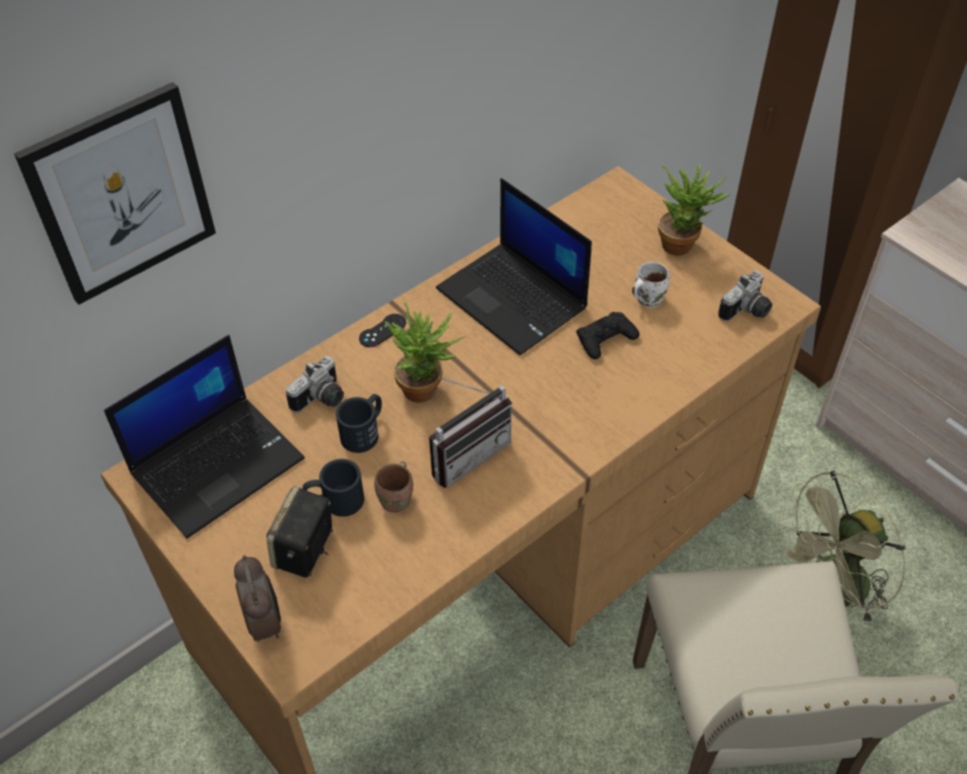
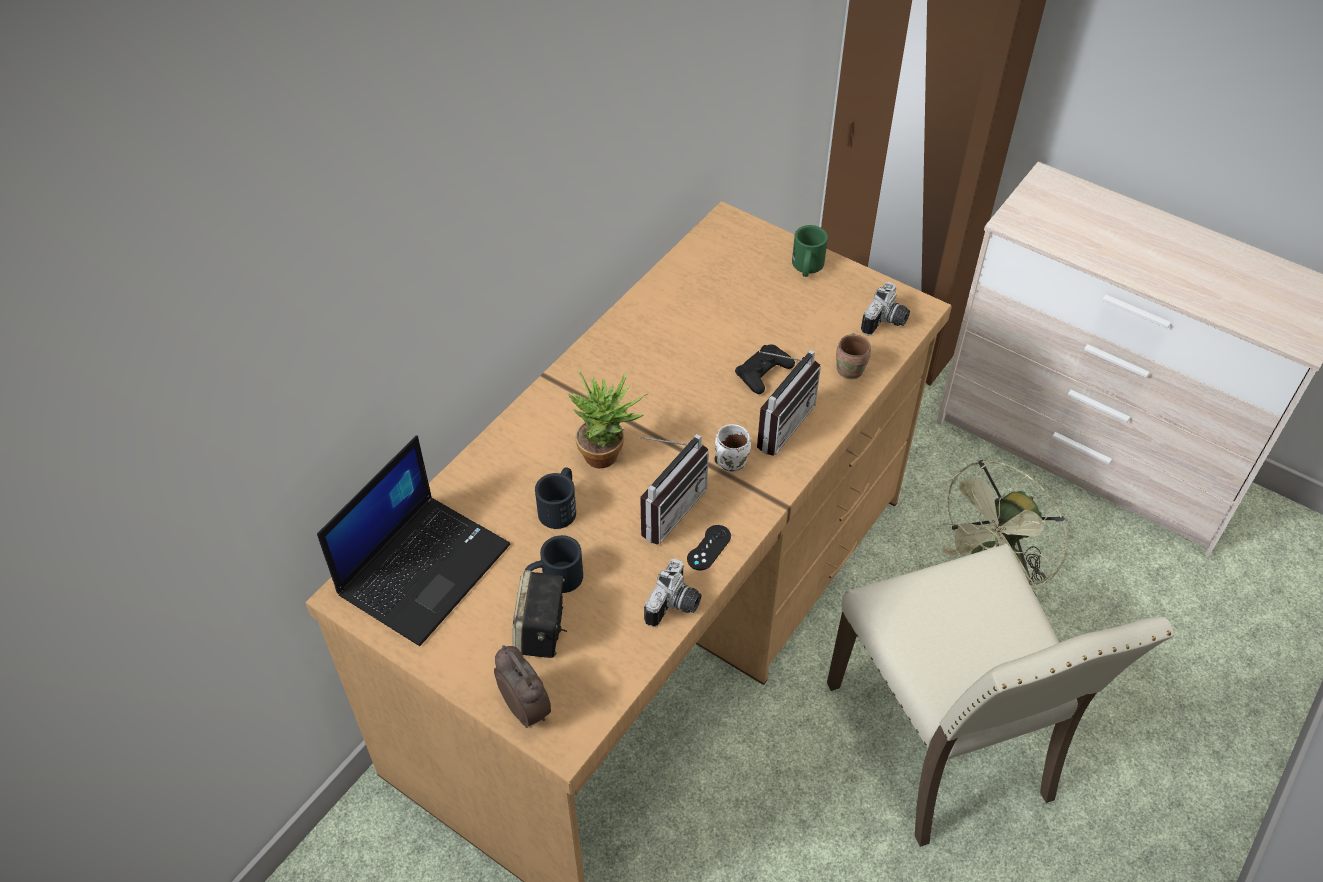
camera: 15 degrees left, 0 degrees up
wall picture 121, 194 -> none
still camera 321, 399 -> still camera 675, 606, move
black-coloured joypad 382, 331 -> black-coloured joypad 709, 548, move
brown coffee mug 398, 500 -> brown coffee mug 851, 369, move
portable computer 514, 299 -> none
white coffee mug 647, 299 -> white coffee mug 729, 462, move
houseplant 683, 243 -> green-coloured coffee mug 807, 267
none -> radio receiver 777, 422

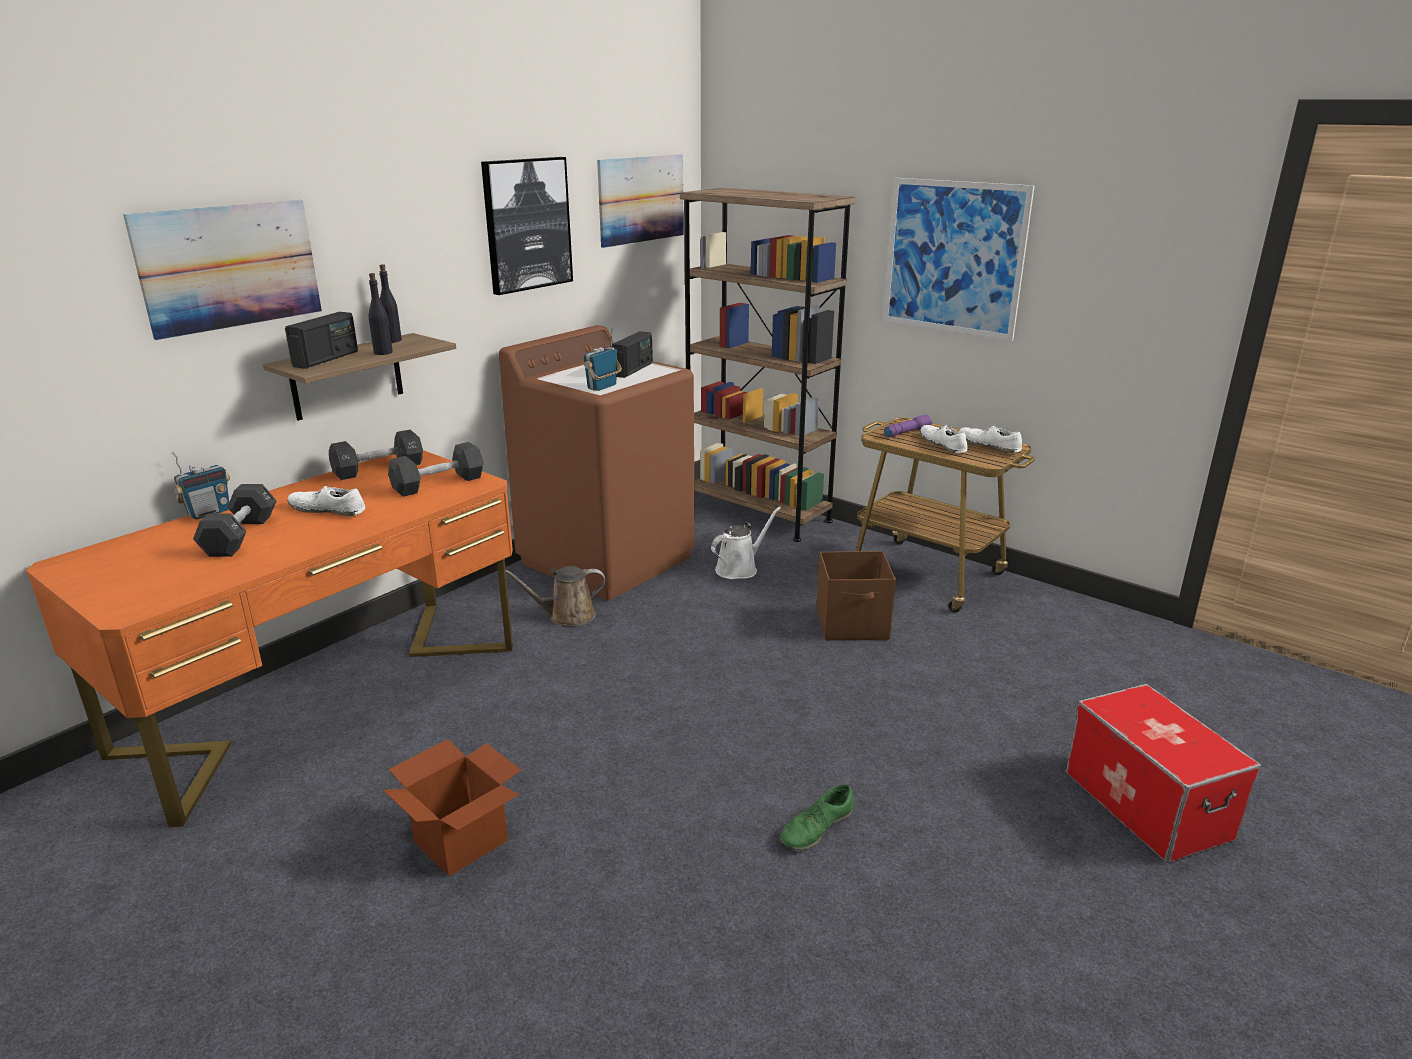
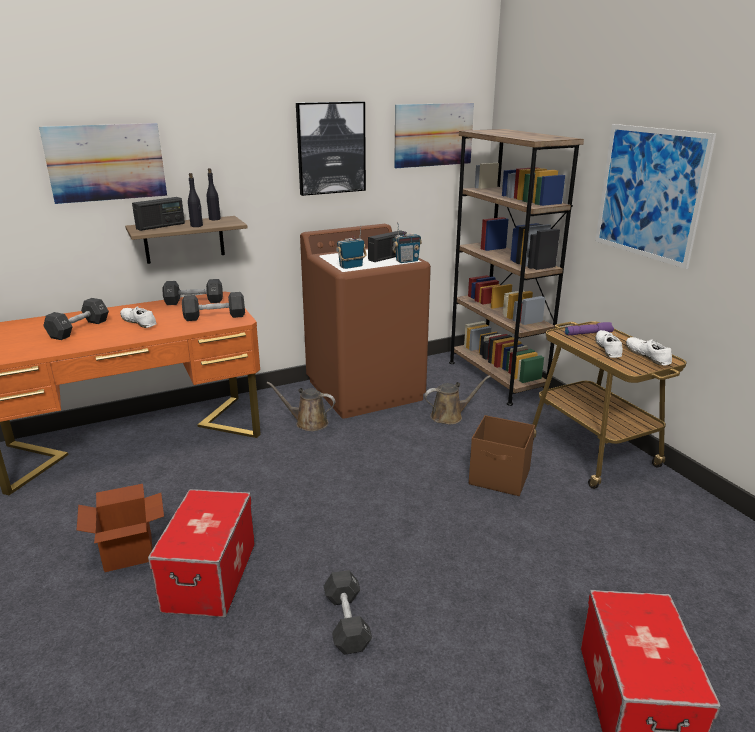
camera: 25 degrees right, 0 degrees up
radio receiver 209, 513 -> radio receiver 407, 261, move
white watering pot 739, 568 -> brown watering pot 449, 416
green-coloured item of footwear 816, 827 -> black-coloured dumbbell 347, 622
none -> storage container 209, 576

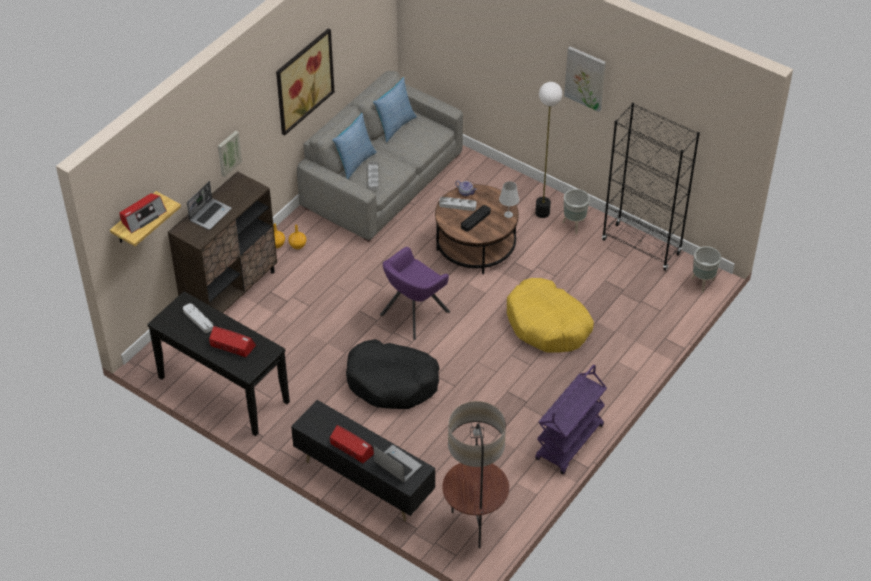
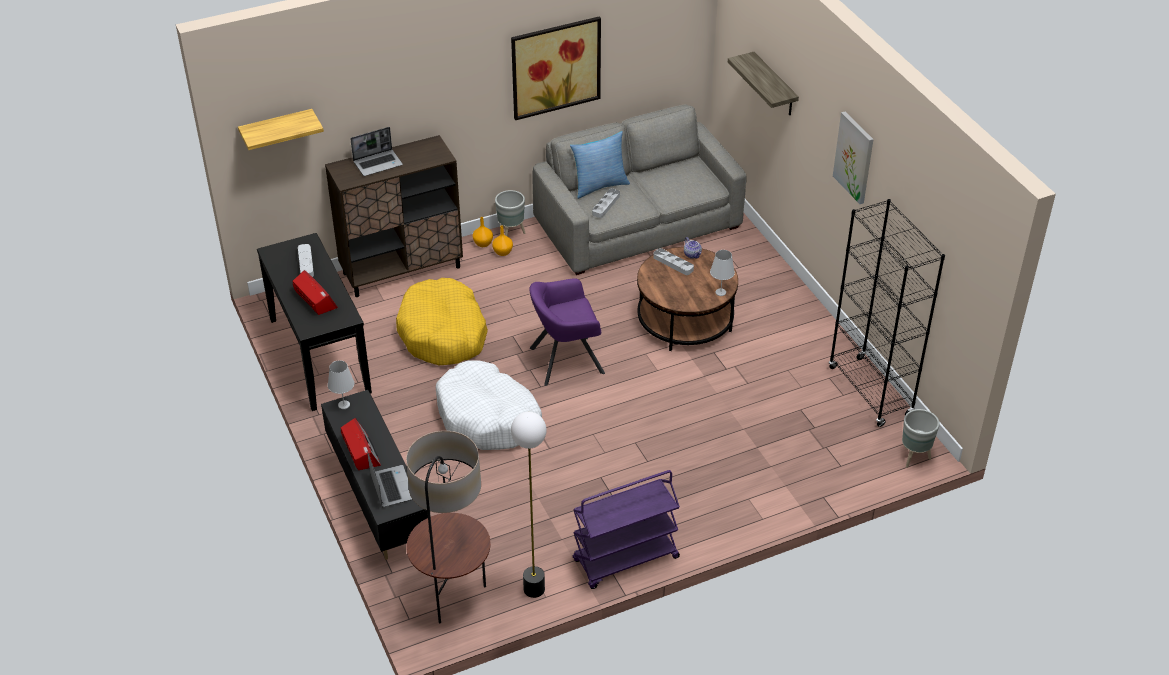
camera: 30 degrees right, 5 degrees down
radio receiver 143, 217 -> none
wall picture 228, 153 -> none
black-coloured dog bed 392, 382 -> white dog bed 488, 417
pillow 395, 126 -> none
black-coloured tray 475, 220 -> none
yellow-coloured dog bed 548, 324 -> yellow-coloured dog bed 443, 333, move
standing lamp 542, 212 -> standing lamp 534, 589, move
gray plant pot 574, 225 -> gray plant pot 511, 234, move
none -> white lamp for a table 344, 405
none -> shelf 774, 85

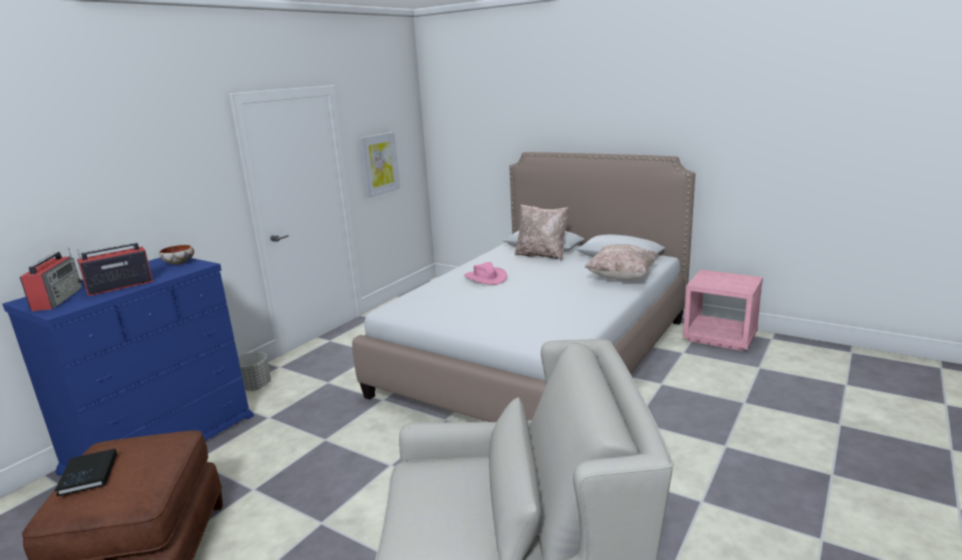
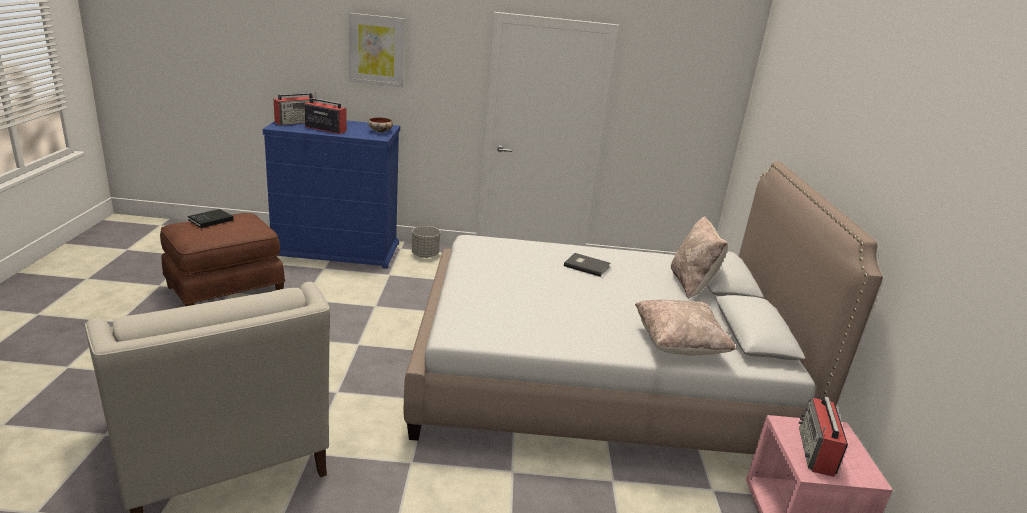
camera: 55 degrees right, 5 degrees up
wall picture 379, 164 -> wall picture 376, 50, move
pink-coloured clothing hat 485, 278 -> gray bound book 586, 265
none -> radio receiver 816, 452

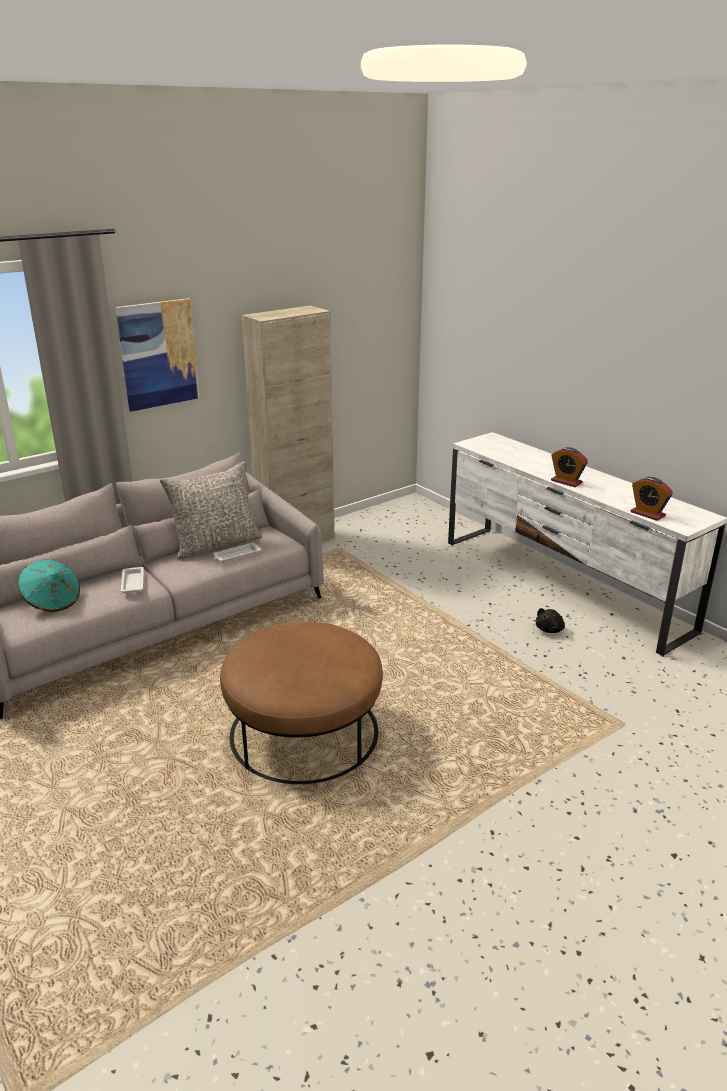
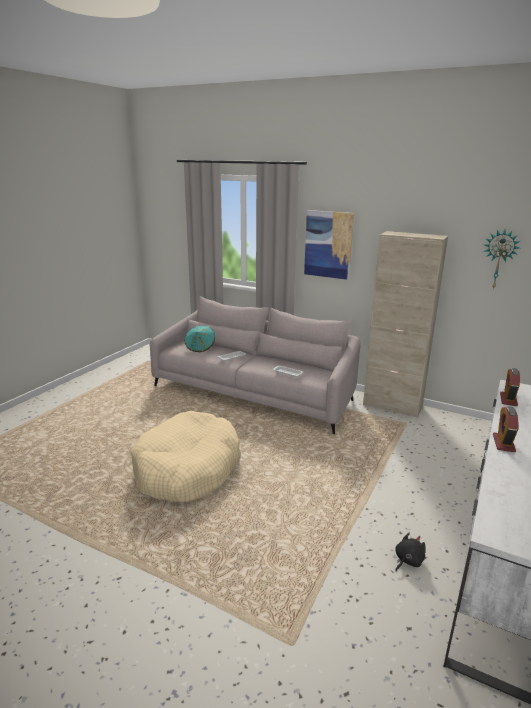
camera: 65 degrees right, 5 degrees down
gray pillow 216, 544 -> none
brown ottoman 304, 732 -> beige-coloured dog bed 187, 469
black-coloured cuddly toy 550, 629 -> black-coloured cuddly toy 407, 560, 120 degrees clockwise
bedside clock 647, 514 -> bedside clock 508, 399, move
none -> hanging clock 499, 259

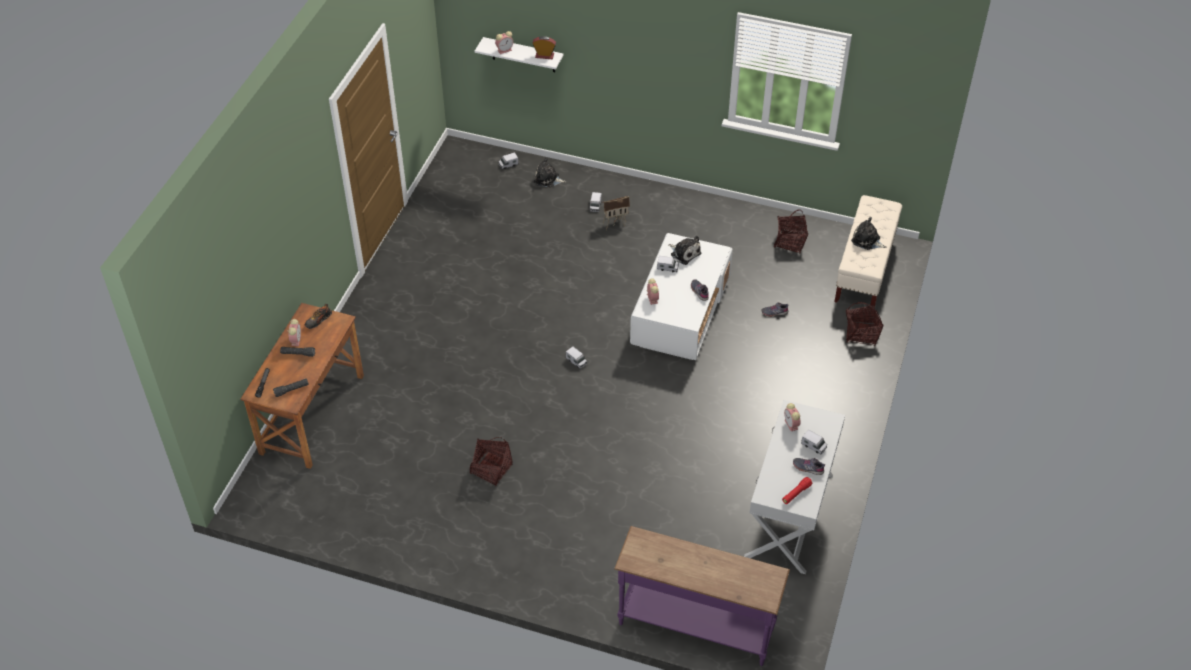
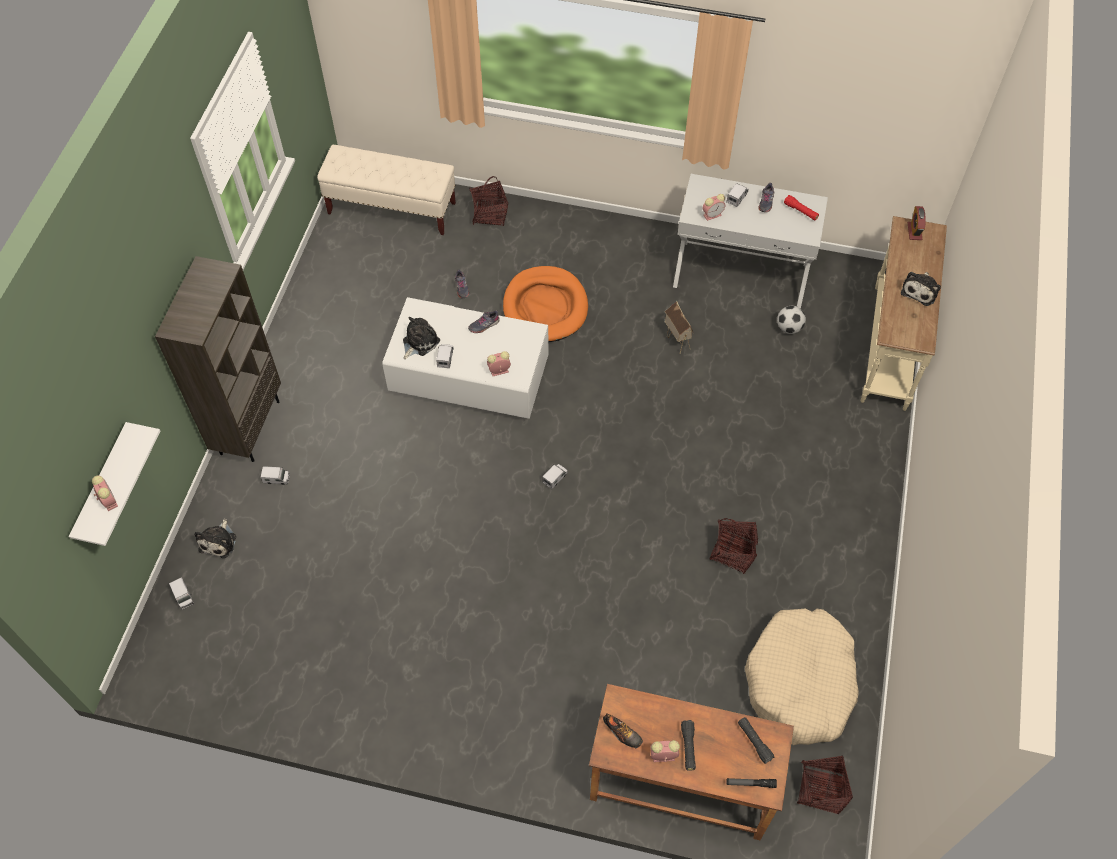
camera: 95 degrees left, 10 degrees up
bedside clock 544, 56 -> bedside clock 914, 231, move
toy house 615, 223 -> toy house 676, 341, move
purplish console table 696, 625 -> beige-coloured console table 888, 346
household basket 790, 242 -> household basket 820, 788, move
cuddly toy 867, 241 -> cuddly toy 920, 290, move
none -> brown bookcase 249, 426
none -> orange dog bed 545, 307
none -> beige-coloured dog bed 800, 682
none -> football 789, 328

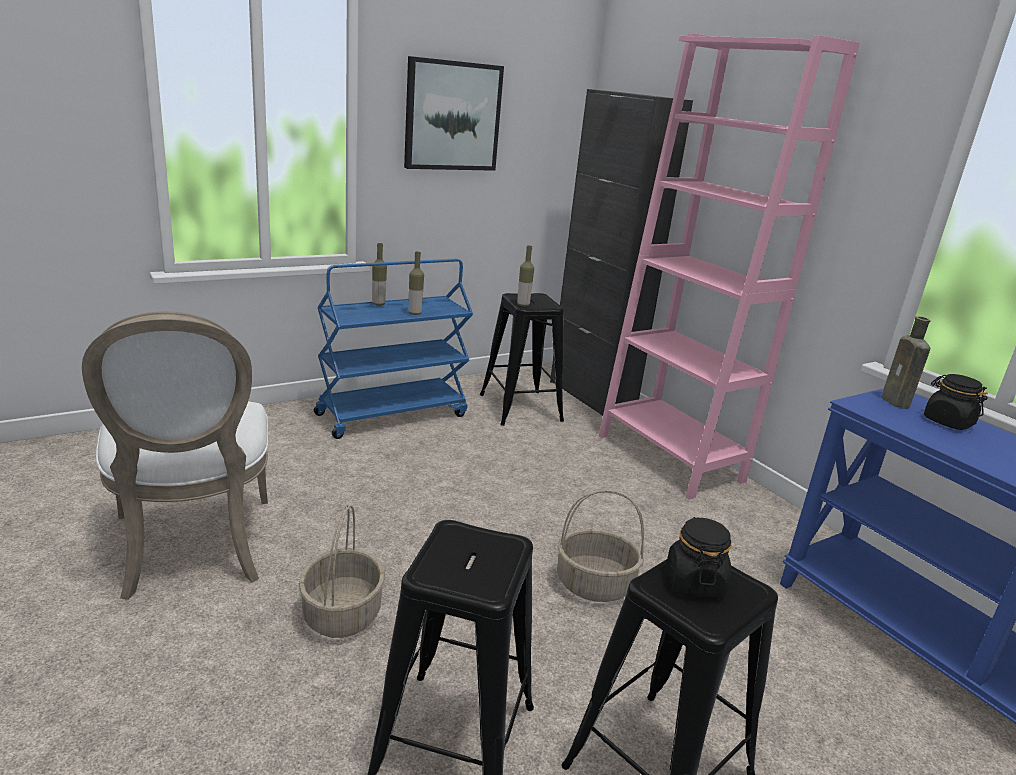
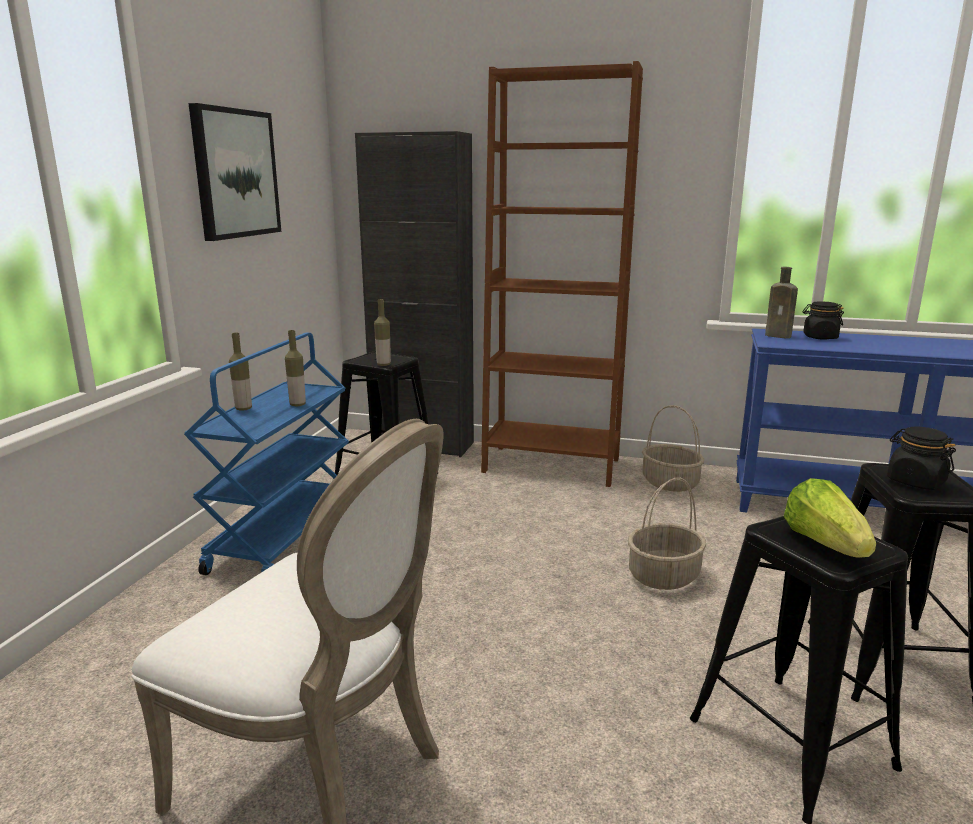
camera: 40 degrees left, 5 degrees down
household basket 341, 613 -> household basket 669, 483, move
pink-coloured bookcase 669, 458 -> brown bookcase 551, 465
none -> lettuce head 825, 544

